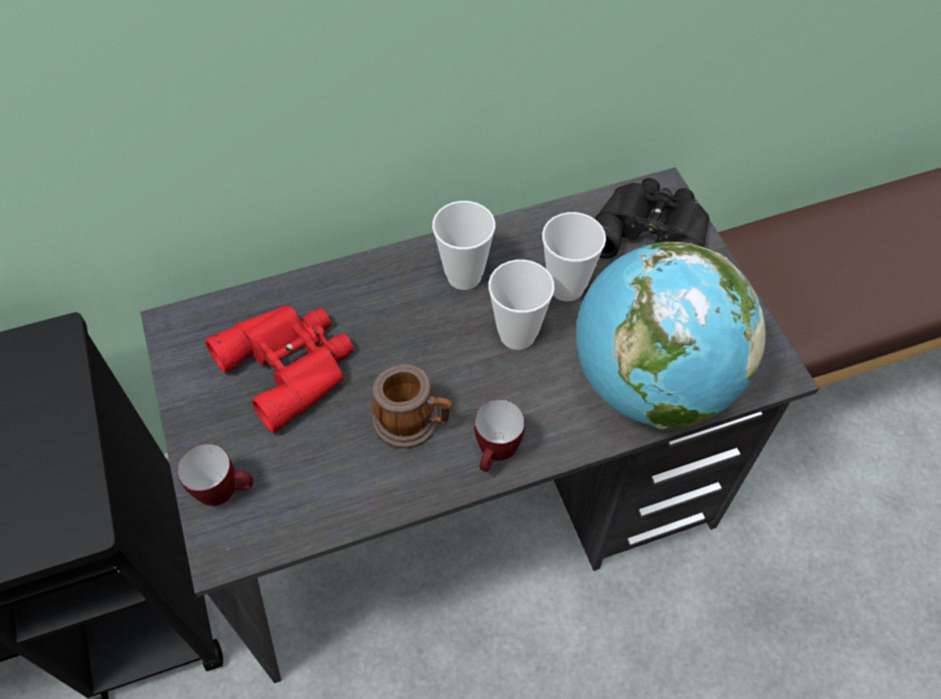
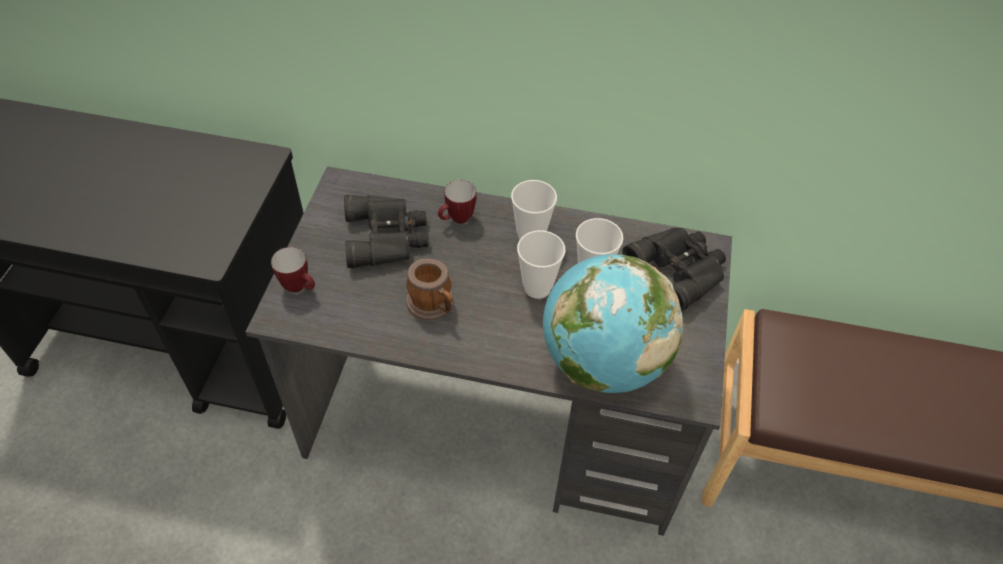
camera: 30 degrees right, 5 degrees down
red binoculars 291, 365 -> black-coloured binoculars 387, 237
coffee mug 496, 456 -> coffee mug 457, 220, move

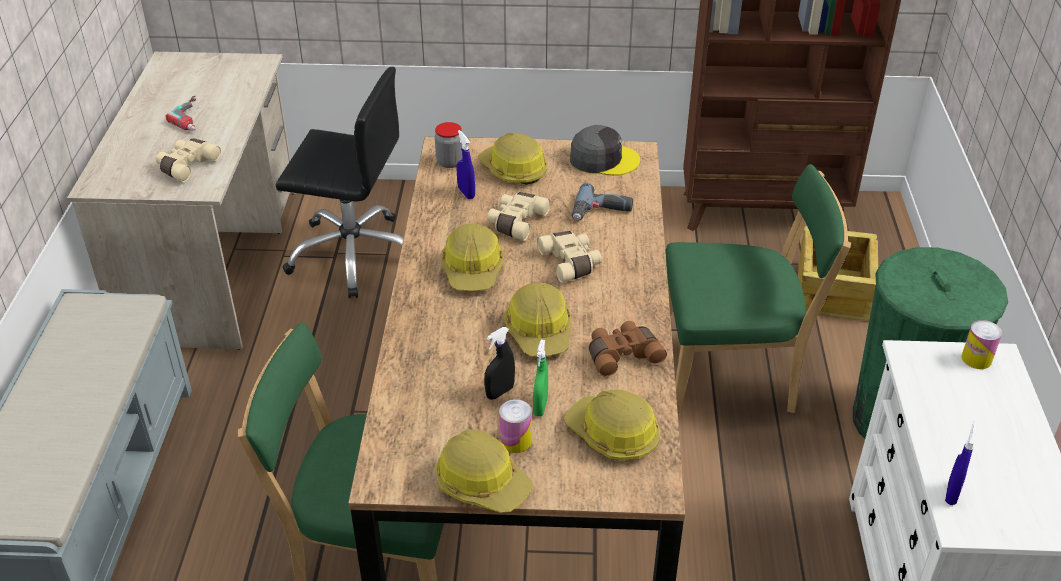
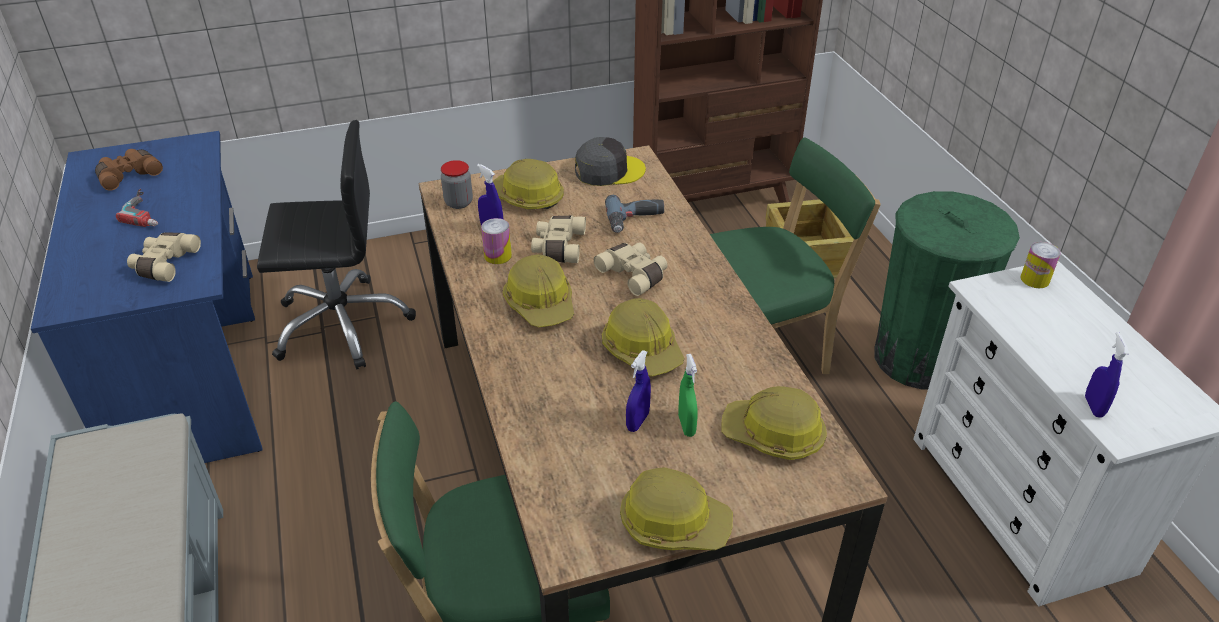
camera: 20 degrees left, 0 degrees up
beige-coloured desk 214, 263 -> bluish desk 192, 367
black-coloured hand sprayer 500, 392 -> bluish hand sprayer 637, 422
can 515, 441 -> can 497, 256, move
brown binoculars 622, 355 -> brown binoculars 128, 175, move

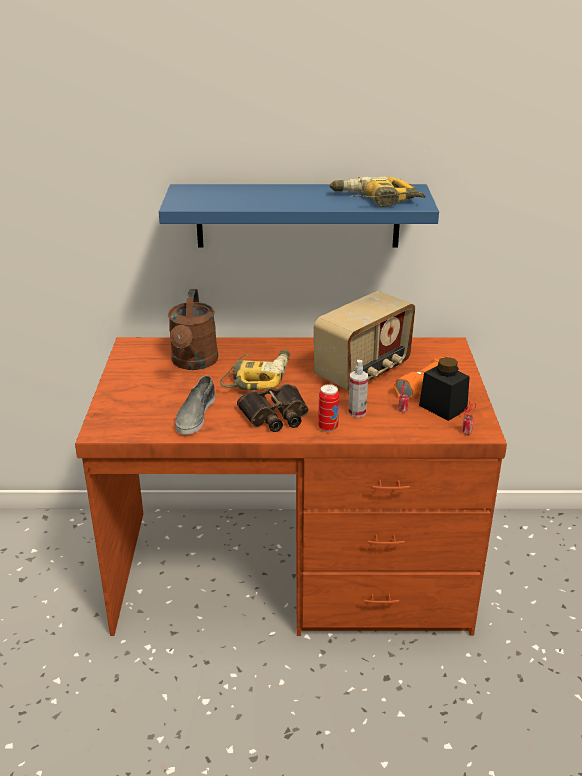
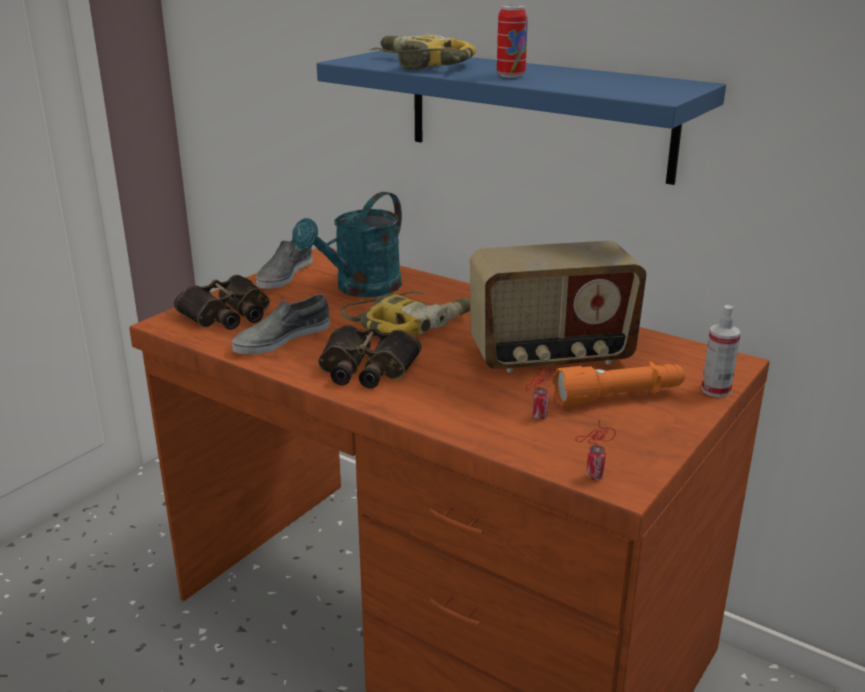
camera: 35 degrees right, 5 degrees down
brown watering pot 194, 363 -> turquoise-coloured watering pot 360, 289
can 328, 427 -> can 510, 75, move
drill 375, 200 -> drill 418, 65, move
hand sprayer 357, 412 -> hand sprayer 716, 390, move
black-coloured storage jar 443, 407 -> none
none -> binoculars 227, 314
none -> gray item of footwear 284, 274

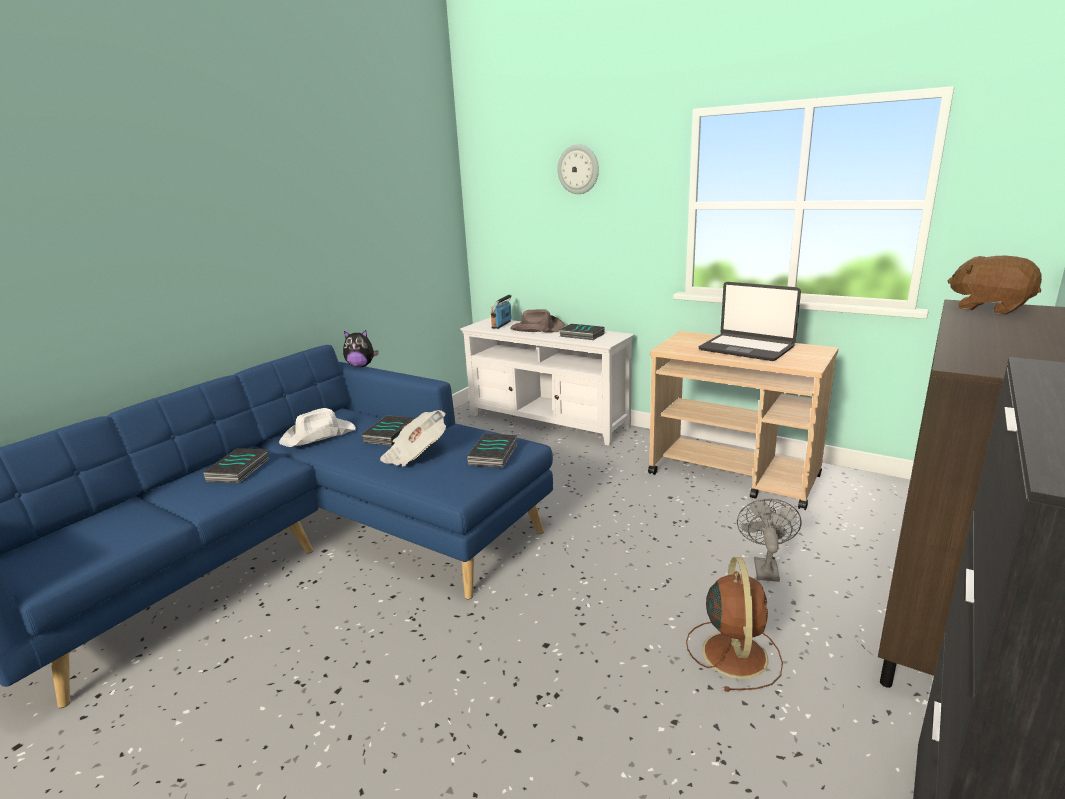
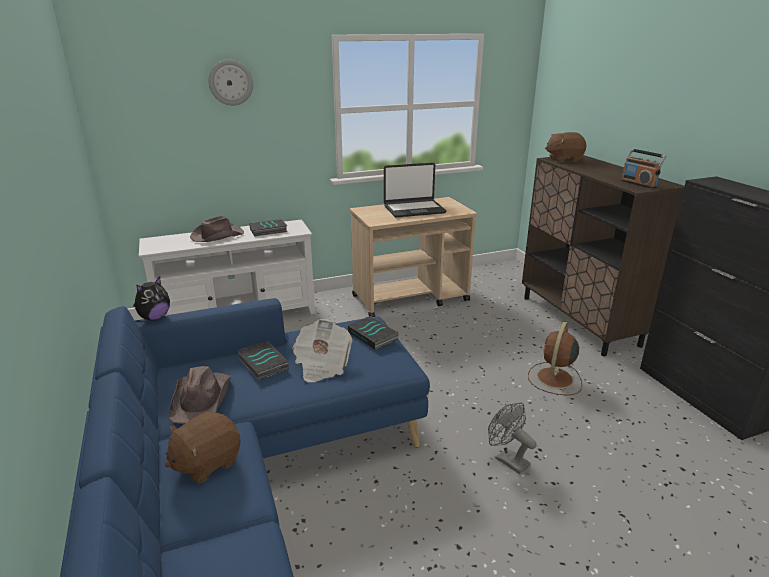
camera: 55 degrees left, 5 degrees up
bound book 239, 470 -> brown cuddly toy 206, 462
white clothing hat 319, 436 -> brown clothing hat 202, 398
radio receiver 501, 324 -> radio receiver 638, 184, move
brown electric fan 734, 652 -> brown electric fan 554, 379, 105 degrees counterclockwise
gray electric fan 764, 567 -> gray electric fan 507, 459, move

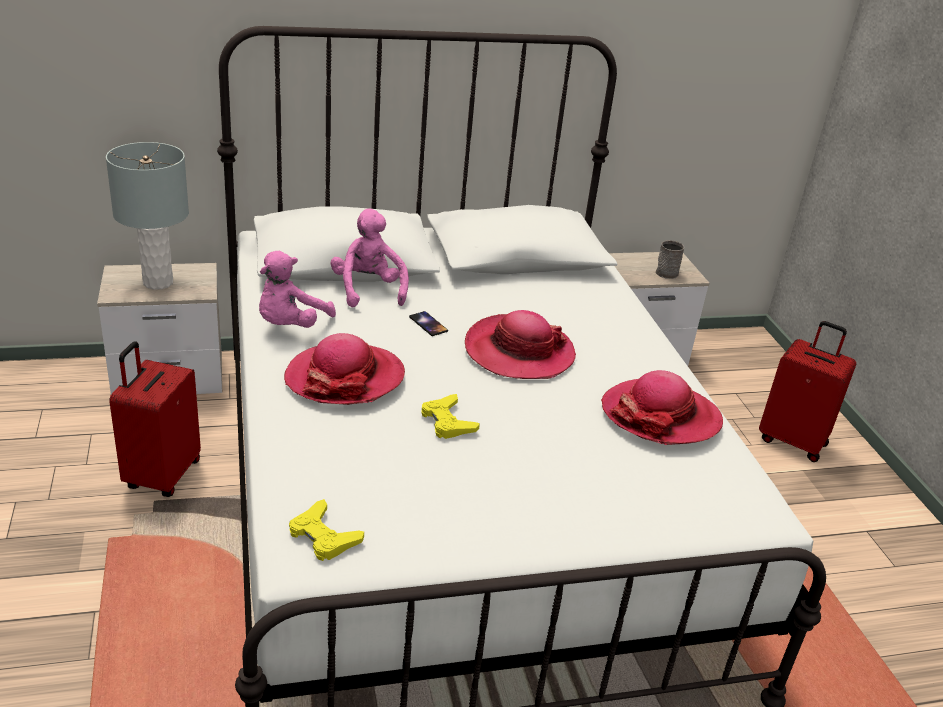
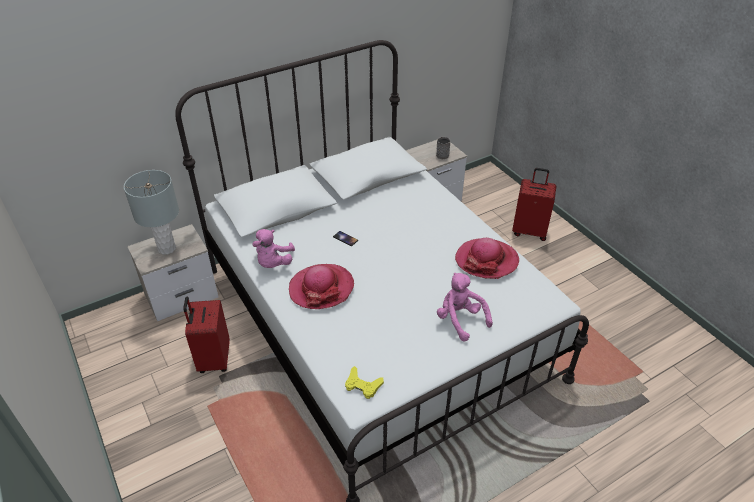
camera: 15 degrees left, 10 degrees up
pink-coloured cuddly toy 368, 290 -> pink-coloured cuddly toy 460, 319, move
yellow-coloured joypad 447, 422 -> none
clothing hat 519, 352 -> none

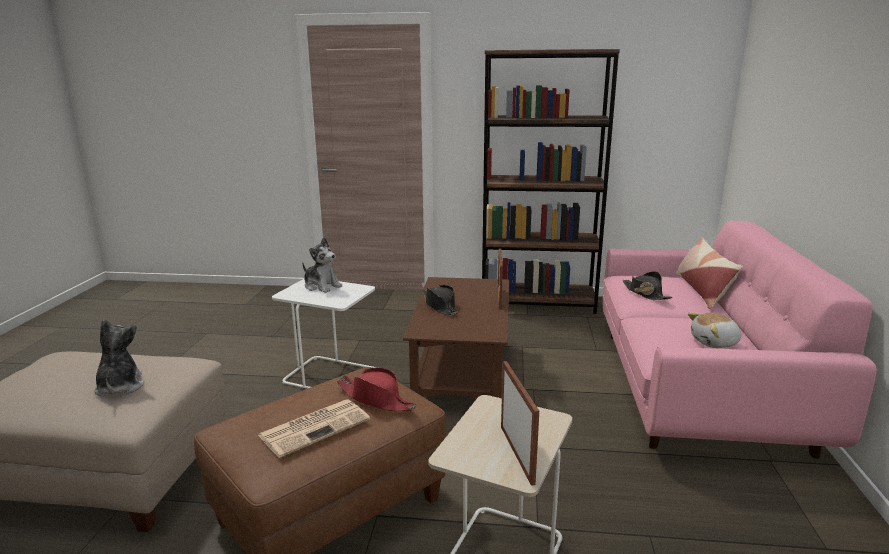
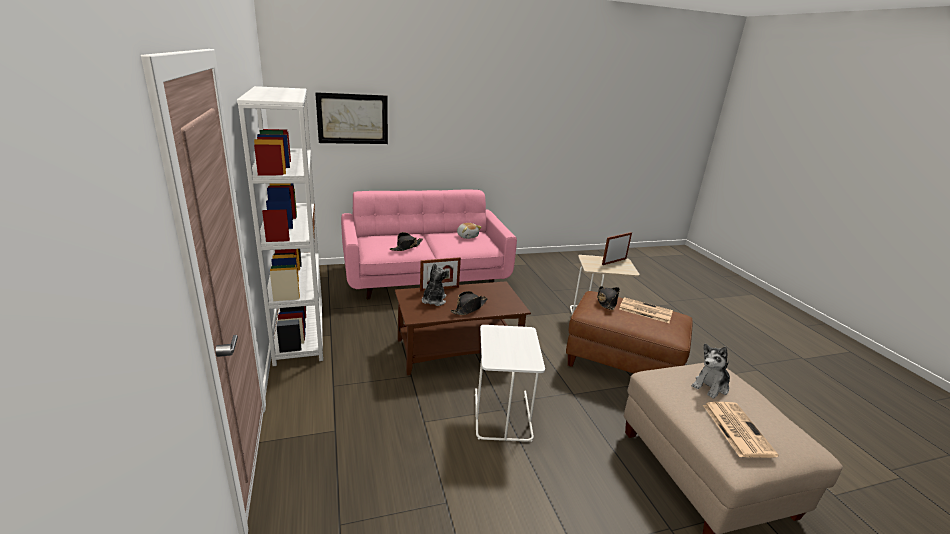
camera: 115 degrees left, 5 degrees up
cuddly toy 322, 286 -> cuddly toy 433, 300, move
red clothing hat 376, 399 -> black-coloured clothing hat 606, 301
brown bookcase 538, 303 -> white bookcase 300, 332
pillow 703, 290 -> none
none -> wall picture 352, 119
none -> printed paper 736, 429

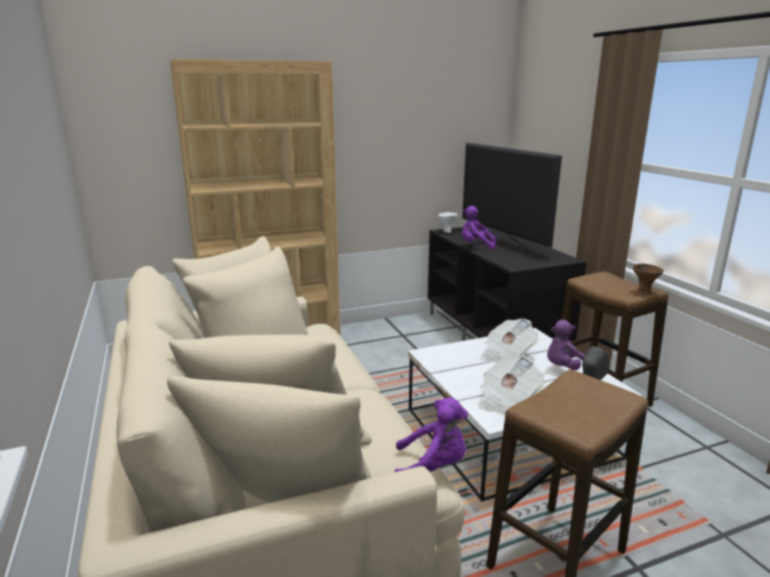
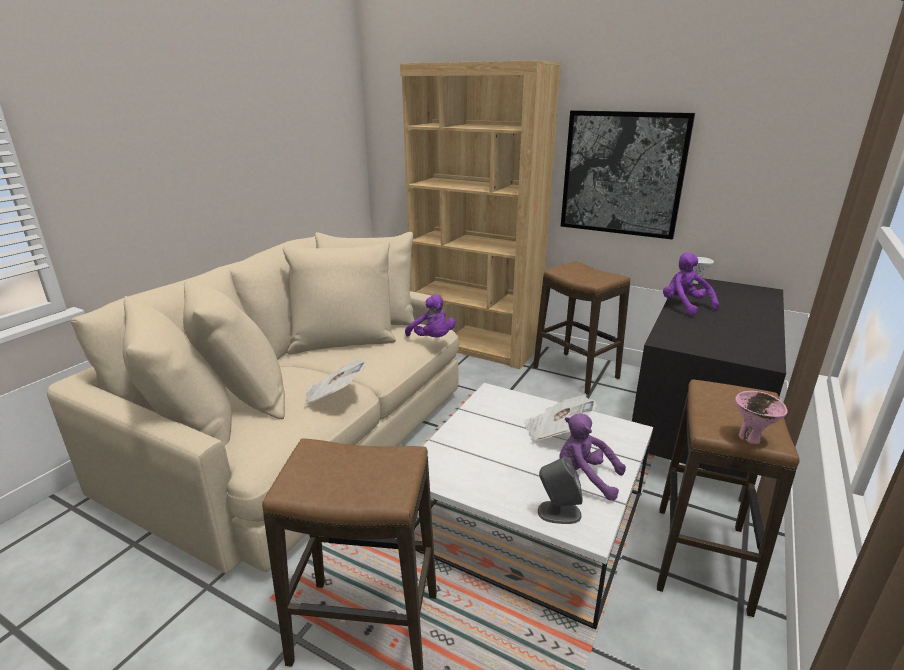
camera: 50 degrees right, 5 degrees up
purplish cuddly toy 433, 466 -> purplish cuddly toy 432, 339, move
TV set 502, 241 -> none
printed paper 506, 400 -> printed paper 334, 396, move
brown serving bowl 643, 292 -> pink-coloured serving bowl 751, 437
none -> stool 576, 373
none -> wall picture 622, 174

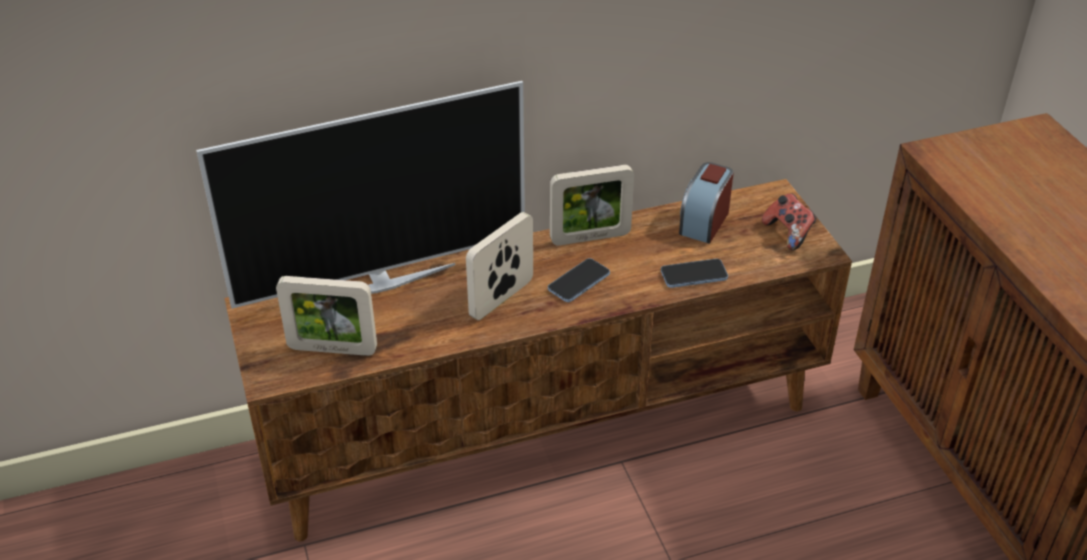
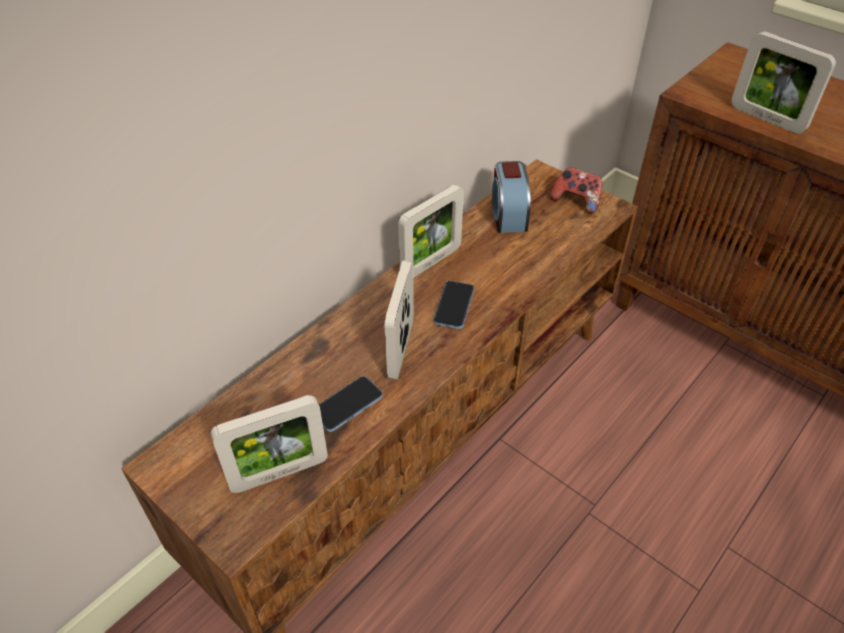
camera: 30 degrees left, 5 degrees up
TV set 381, 281 -> none
phone 693, 275 -> phone 347, 405, move
none -> standing frame 766, 119

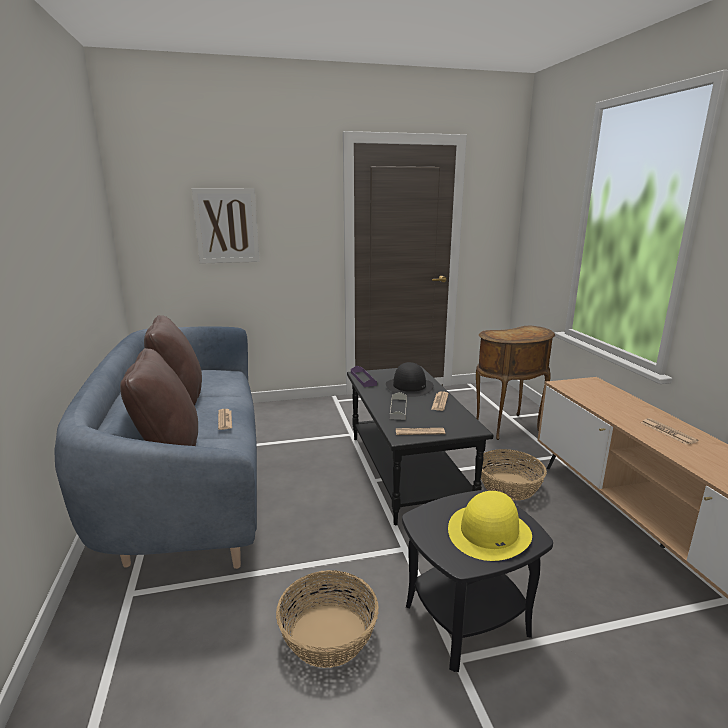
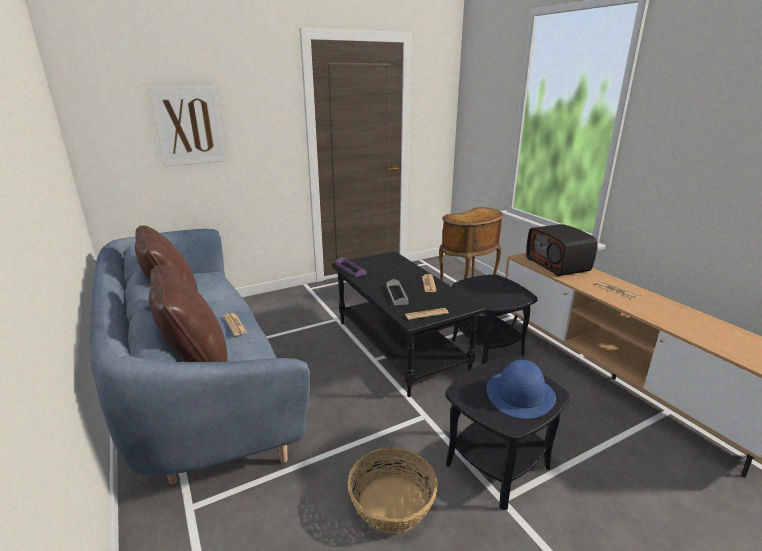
camera: 15 degrees left, 5 degrees up
black-coloured clothing hat 409, 387 -> none
yellow-coloured clothing hat 489, 532 -> bluish clothing hat 520, 394
household basket 509, 486 -> black-coloured end table 487, 347
none -> radio receiver 558, 265

